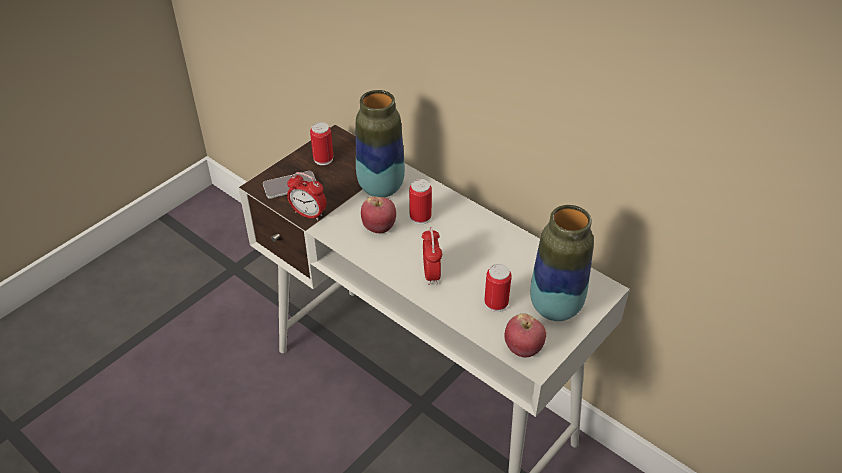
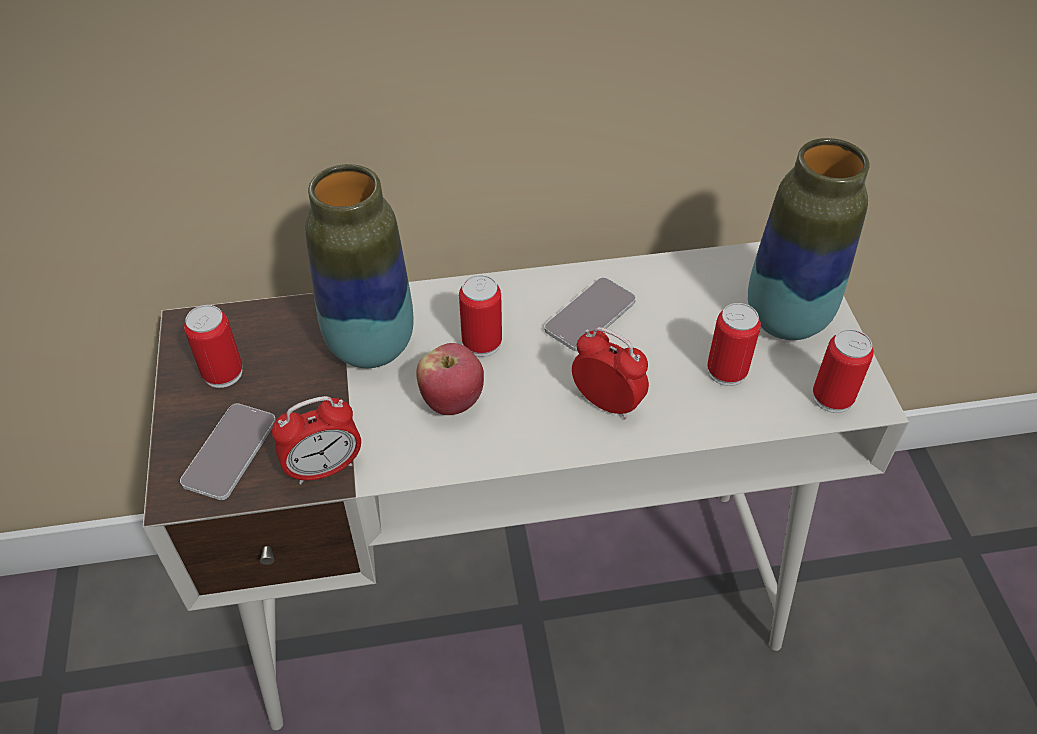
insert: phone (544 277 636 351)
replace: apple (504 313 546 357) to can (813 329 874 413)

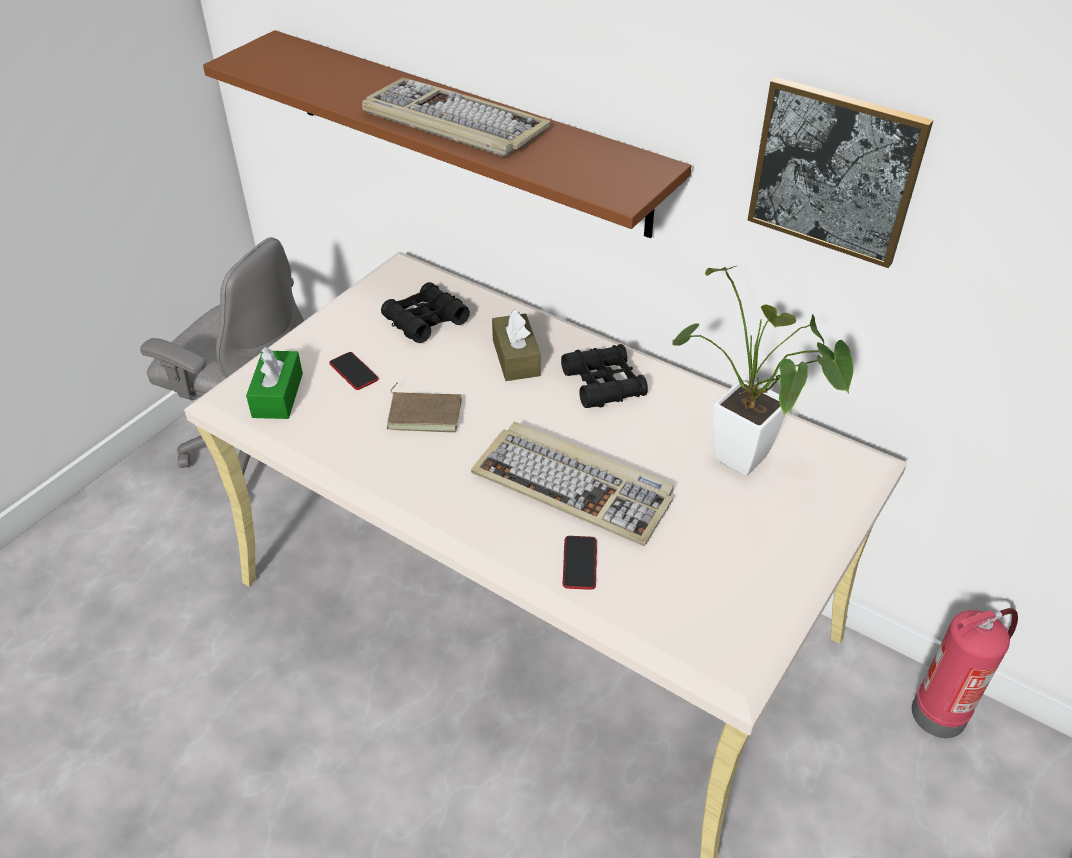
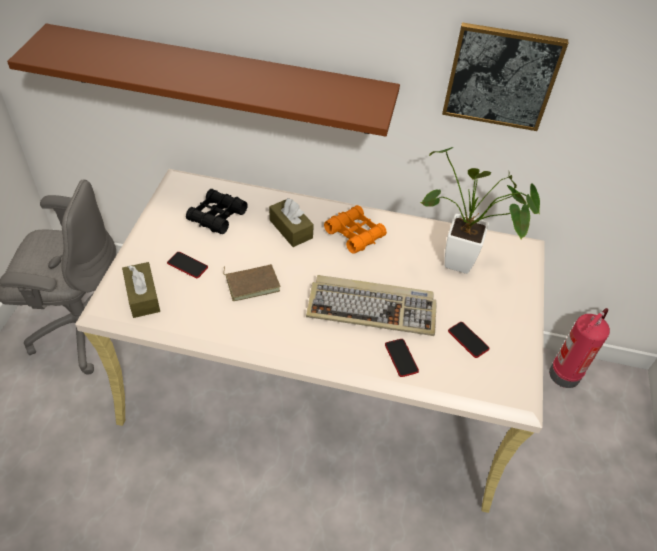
delete: keyboard (362 78 551 157)
insert: phone (448 322 489 358)
recolor: green tissue box (246 347 303 419) to brown tissue box (122 262 160 318); black binoculars (561 344 648 408) to orange binoculars (324 205 387 254)

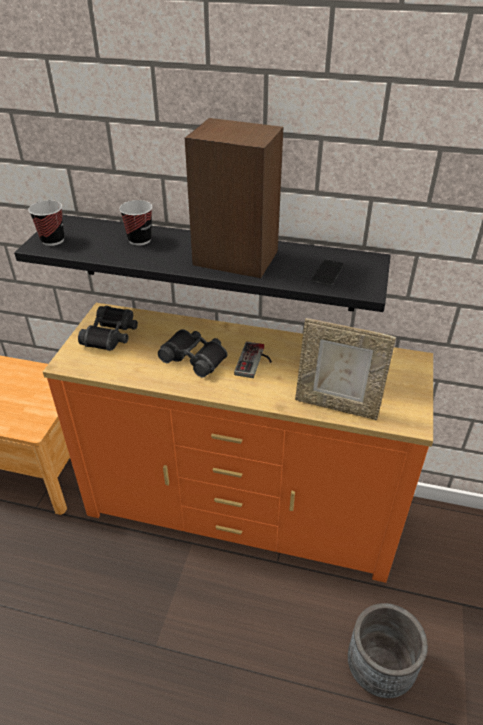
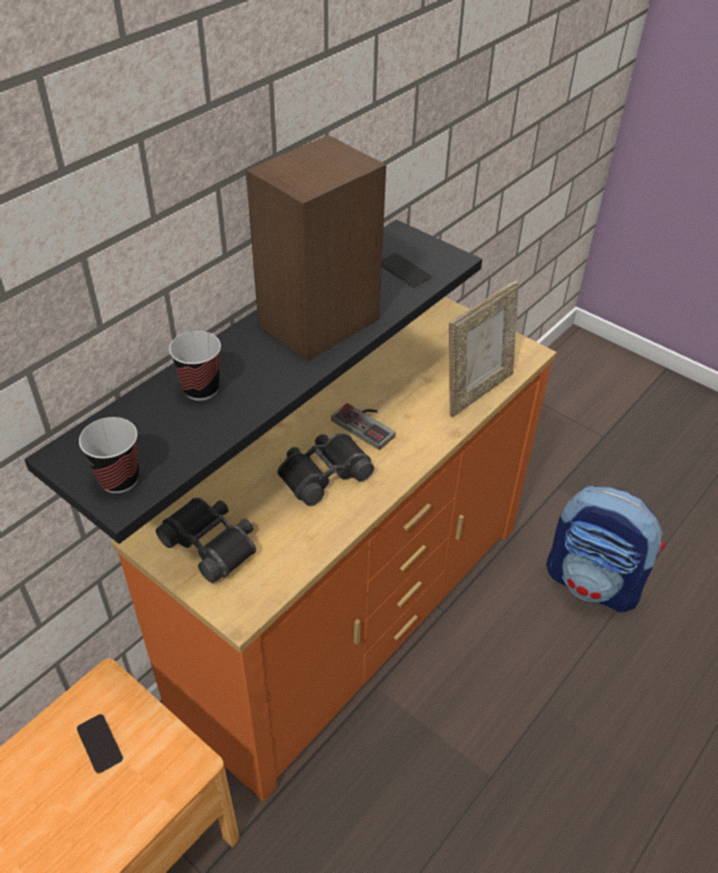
insert: phone (77 714 123 773)
replace: grey planter (348 603 428 698) to backpack (546 486 666 613)

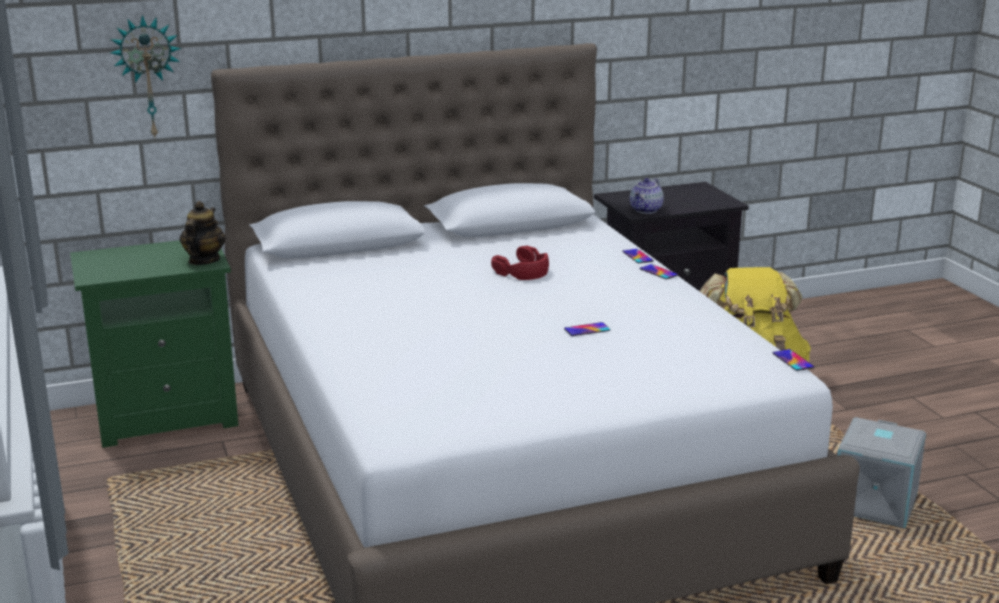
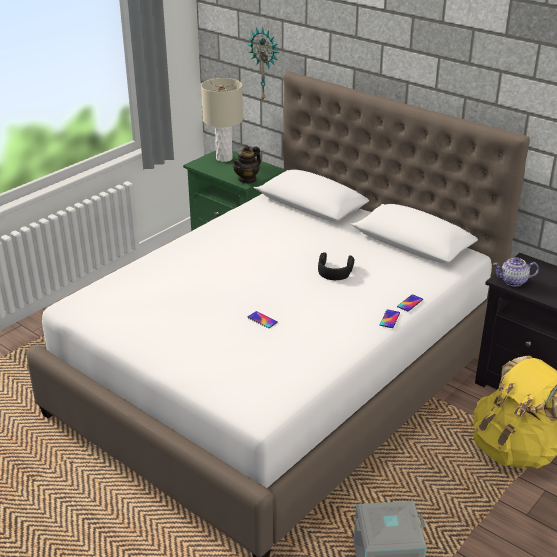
delete: phone (773 349 815 371)
insert: beige table lamp (201 78 243 162)
recolor: red headphones (491 246 549 280) to black headphones (318 252 354 280)
rotate: teapot (180 201 226 265) = (232 145 261 184) 150 degrees clockwise

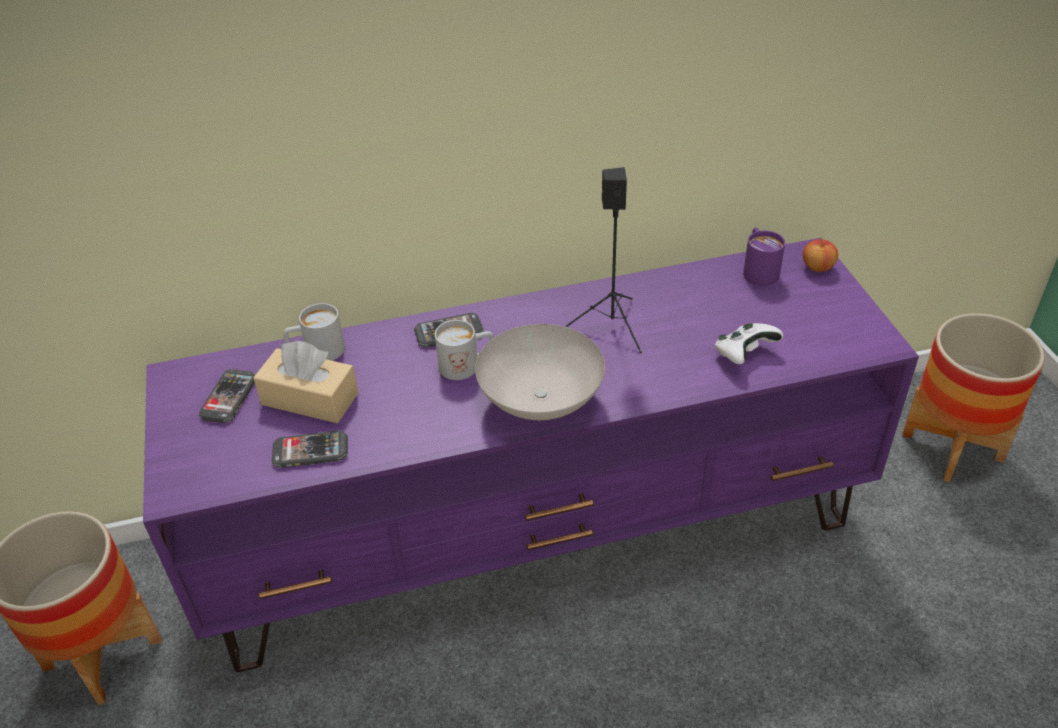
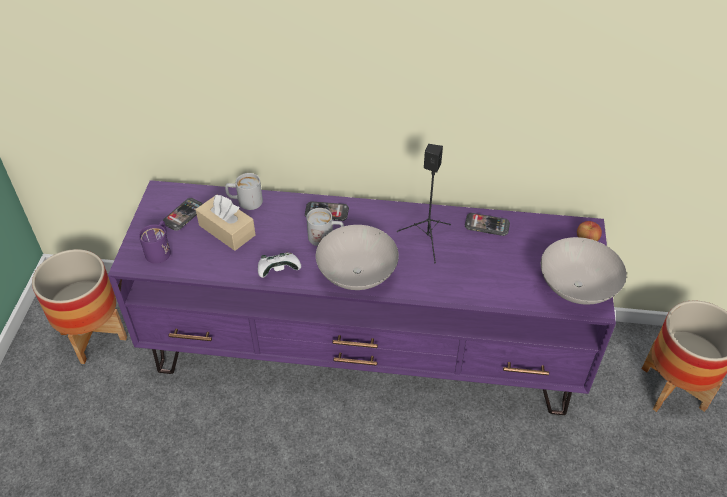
insert: white bowl (541 237 627 305)
move: phone (272 430 348 468) to (465 213 510 236); white game controller (715 323 783 364) to (258 252 301 278); purple mug (743 228 785 286) to (139 220 171 264)

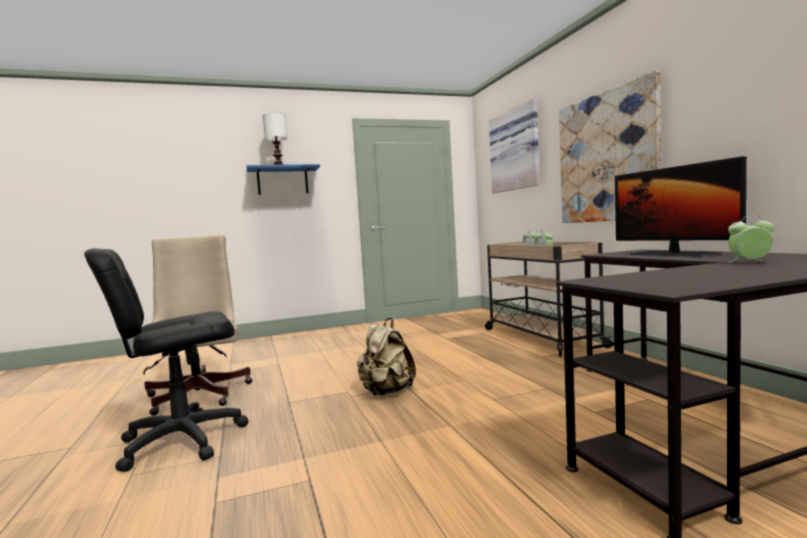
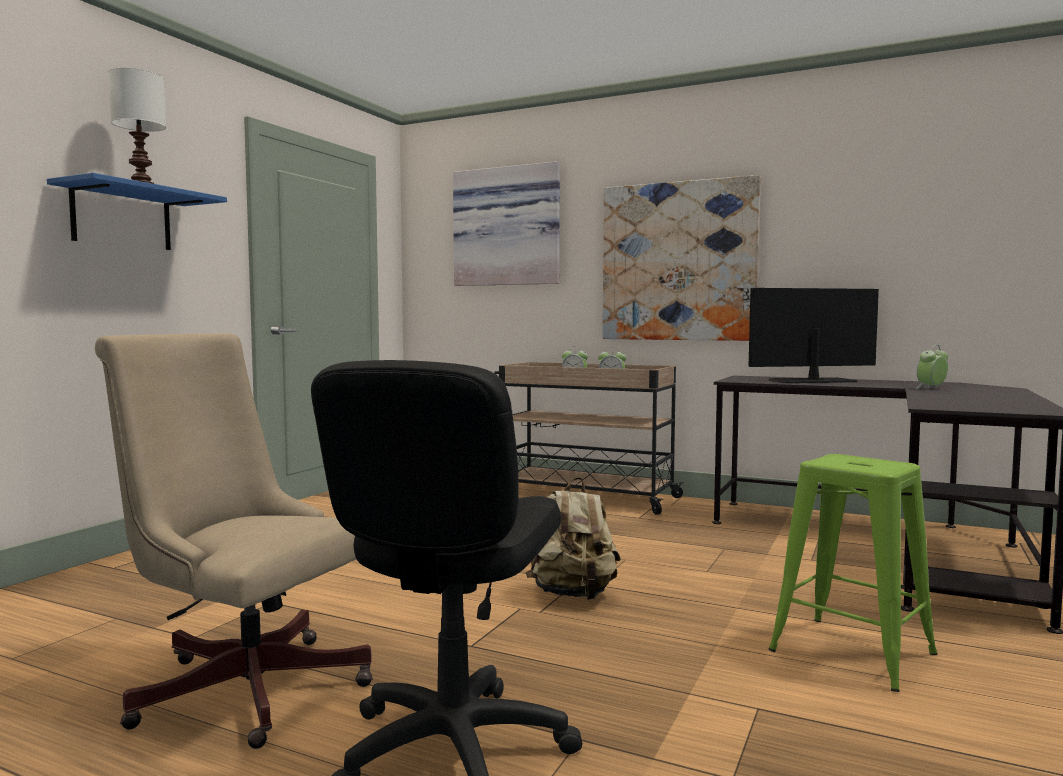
insert: green stool (769 454 937 692)
rotate: monitor (615 156 747 257) = (749 288 879 383) 150 degrees clockwise

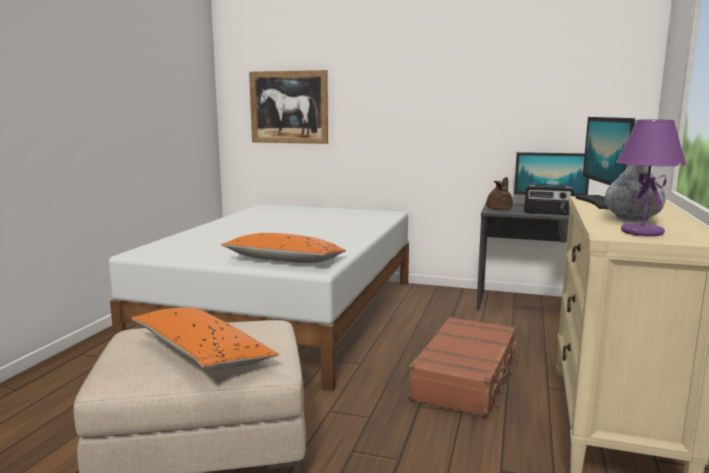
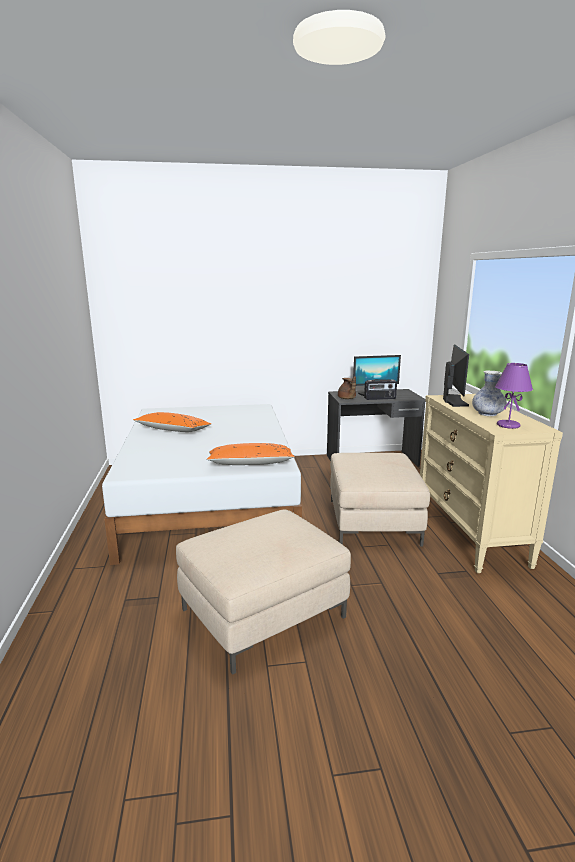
delete: picture (249 70 328 144)
move: orange pillow (131 307 279 370) to (133 412 211 432)
replace: brown suitcase (408 317 518 418) to beige ottoman (330 453 430 546)
rotate: monitor (576 117 635 209) = (443 345 469 407) 150 degrees counterclockwise

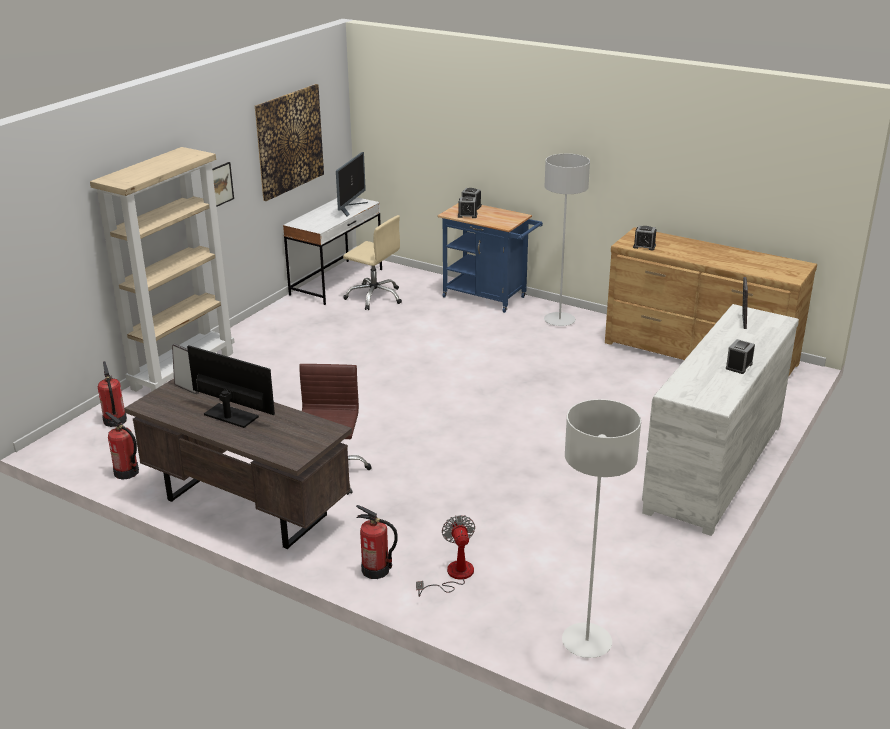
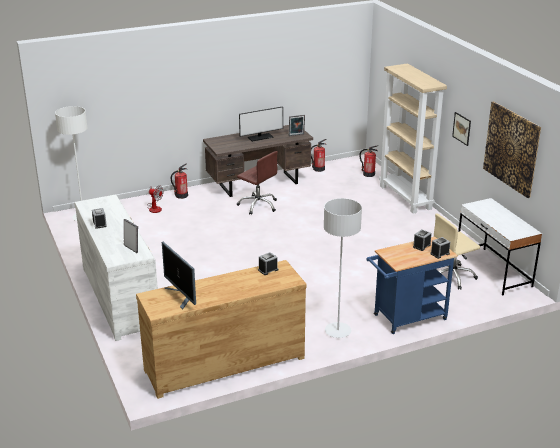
move: monitor (336 152 368 217) to (162 242 196 309)

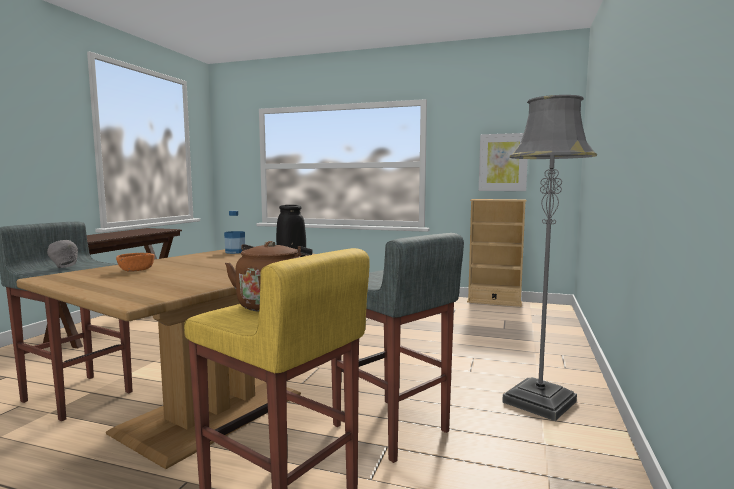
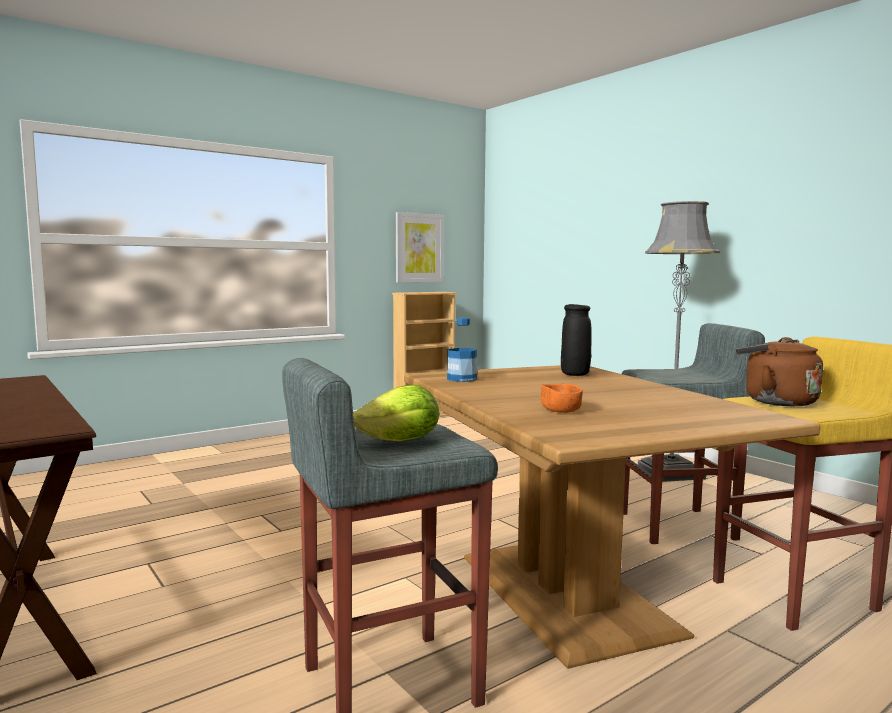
replace: grey bowl (47 240 78 268) to lettuce (353 385 439 441)

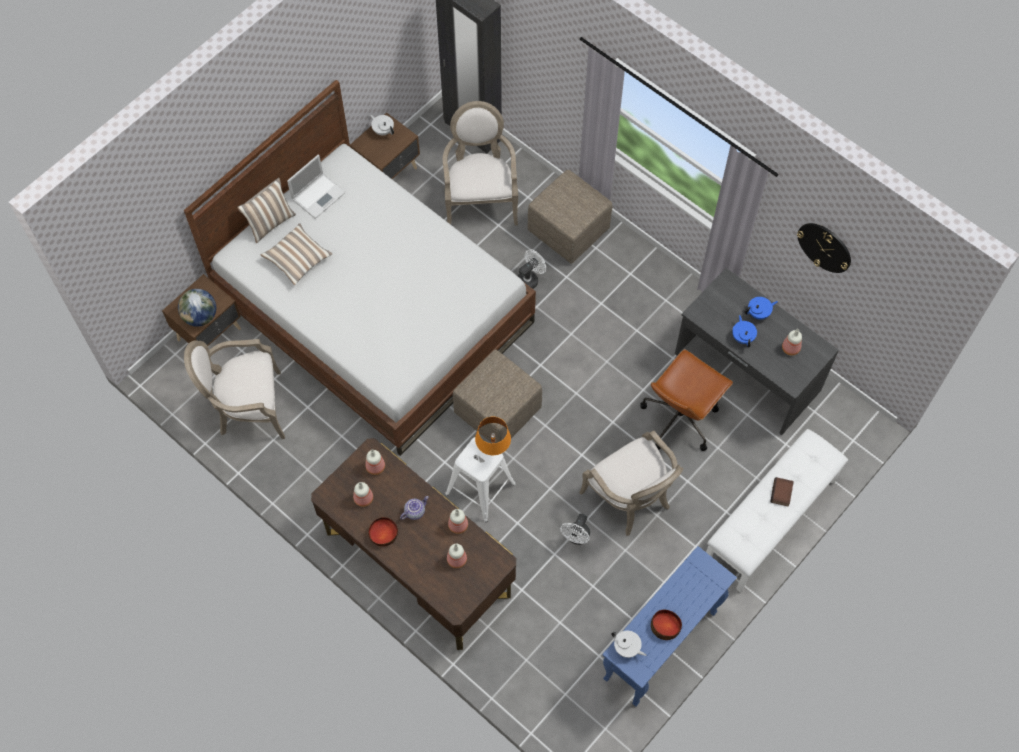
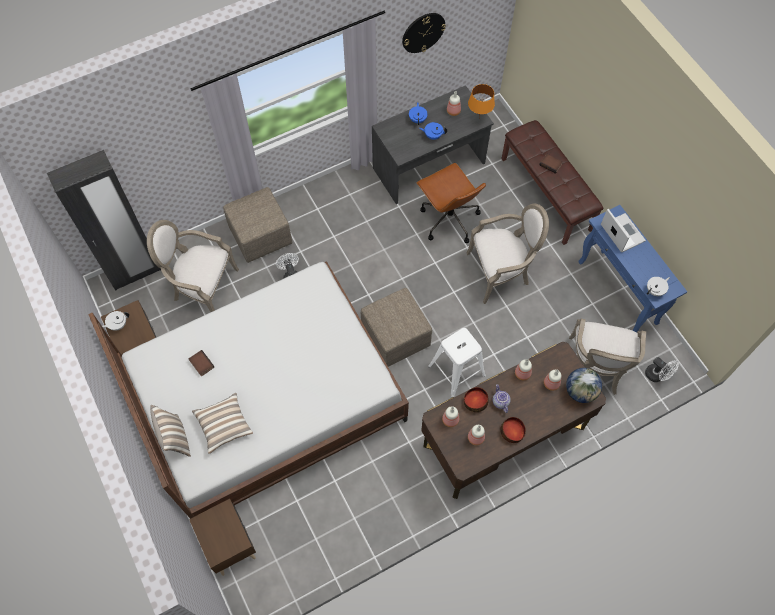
insert: book (189 350 214 377)
move: globe (178 289 216 327) to (566 368 602 403); armchair (184 339 285 439) to (569 319 646 395); laptop (287 154 346 219) to (601 209 646 252); orange table lamp (475 417 511 455) to (468 84 495 118); white fan (560 514 590 545) to (645 357 679 382); bowl (651 610 682 640) to (464 387 489 412)
recolor: white bench (706 429 848 592) to brown bench (501 120 603 245)

